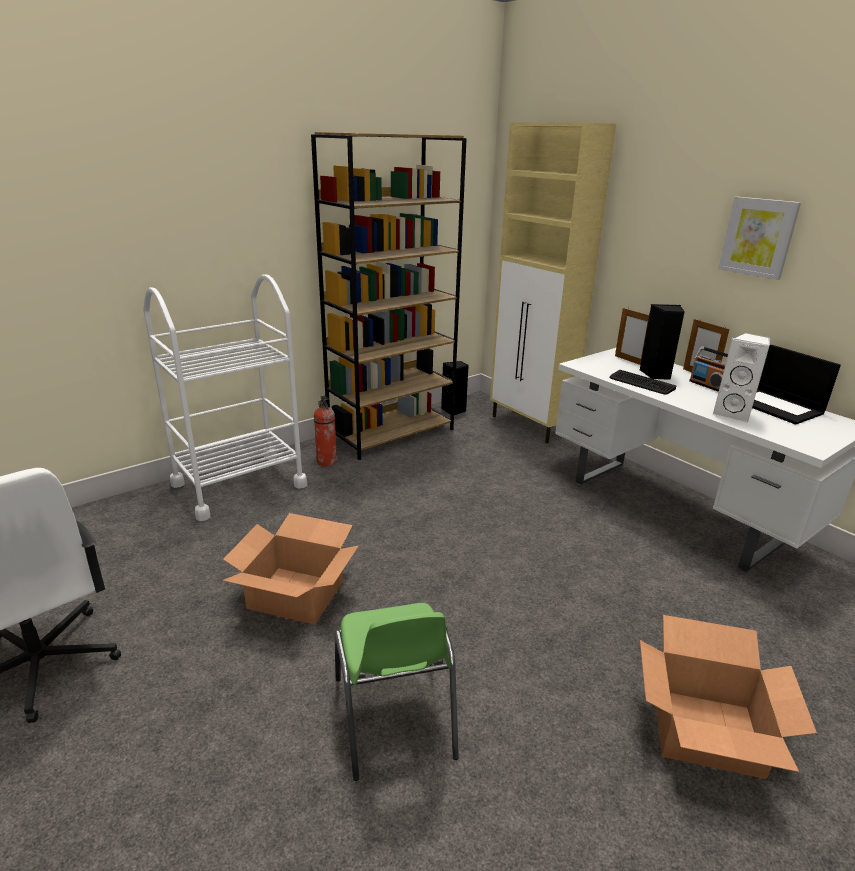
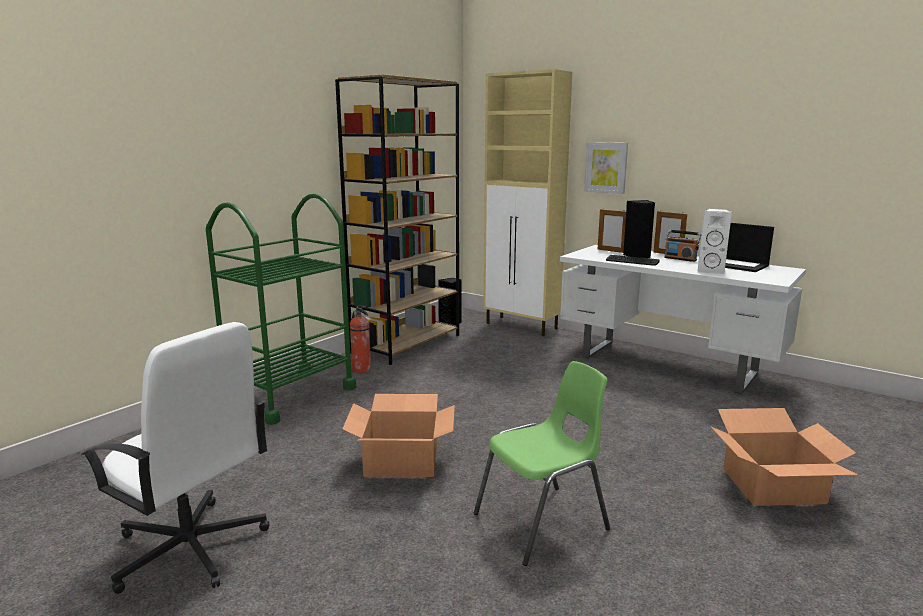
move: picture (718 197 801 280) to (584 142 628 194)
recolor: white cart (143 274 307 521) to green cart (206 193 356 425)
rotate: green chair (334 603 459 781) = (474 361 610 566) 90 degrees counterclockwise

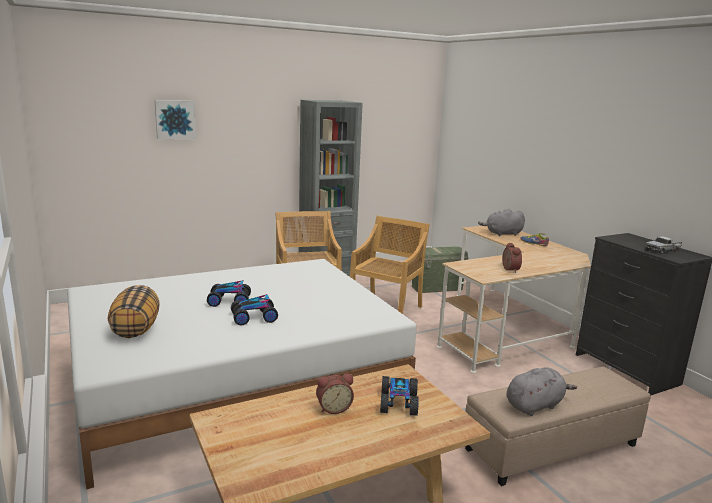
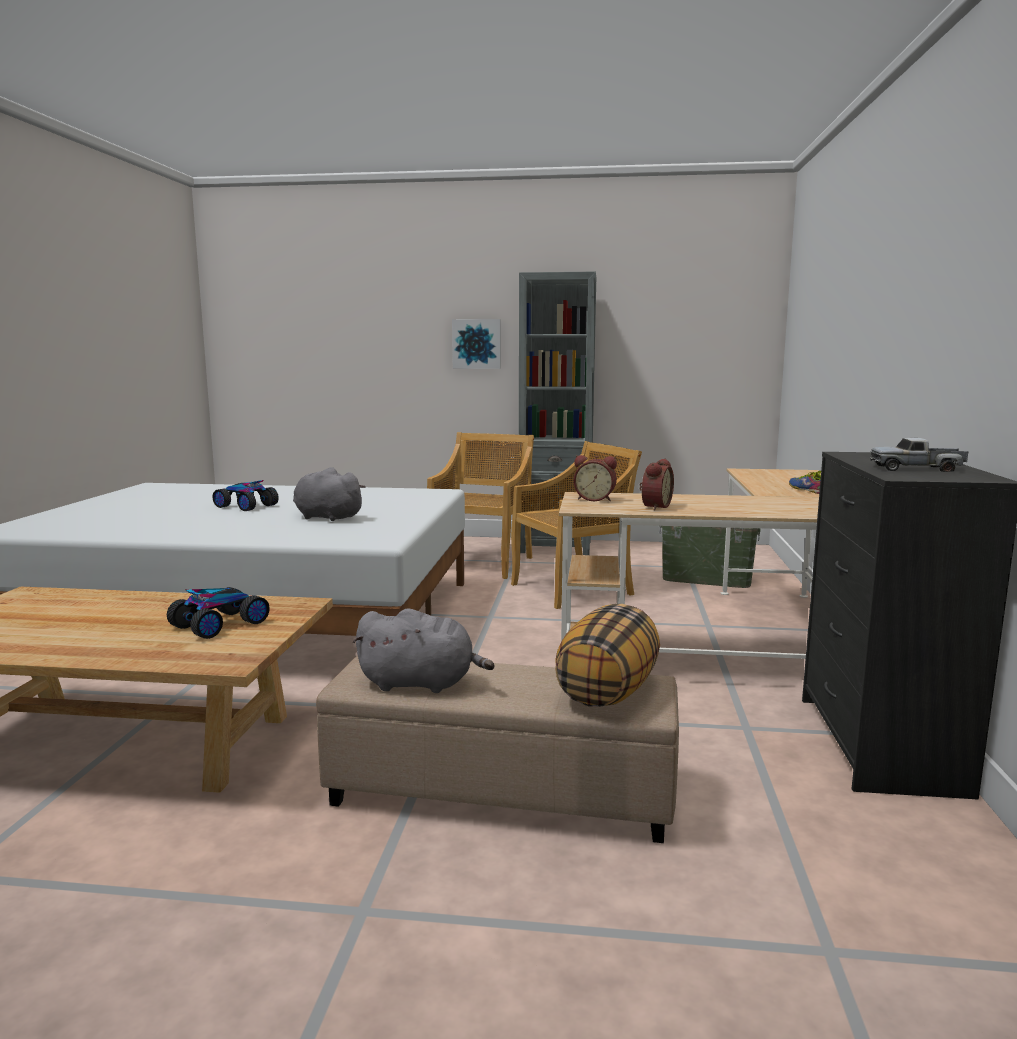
delete: toy car (231 294 278 325)
move: pillow (108 285 160 338) to (555 604 660 707); picture (155 100 196 139) to (452 319 501 369); alarm clock (316 373 354 414) to (574 455 617 501); grey plush toy (478 209 525 236) to (293 467 366 521)

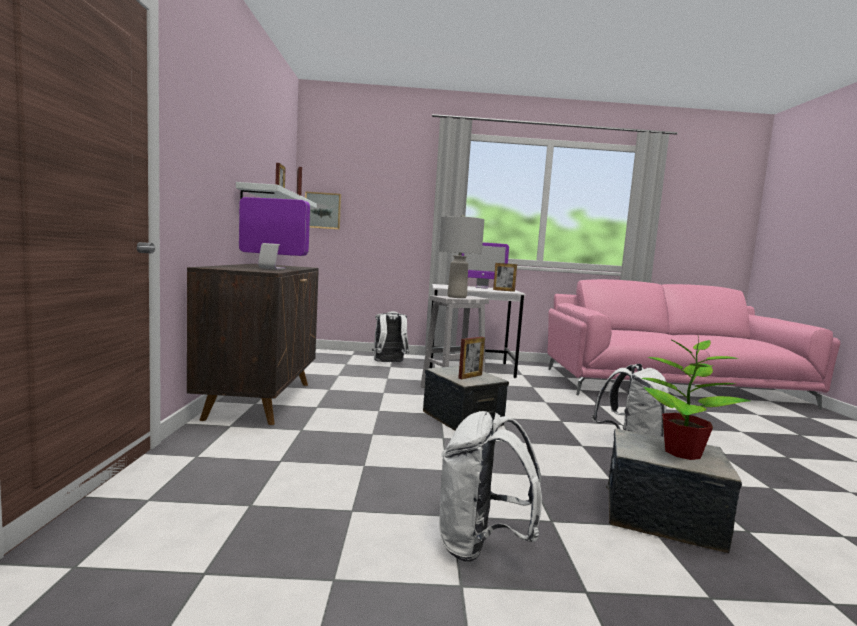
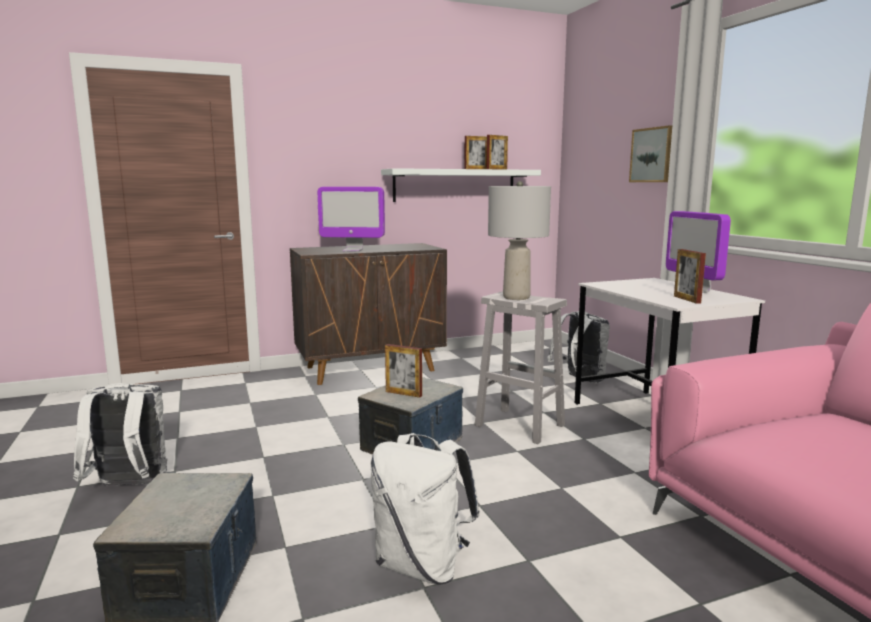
delete: potted plant (641 336 750 460)
move: picture (305 191 341 230) to (629 125 672 182)
rotate: monitor (239 197 310 269) = (317 187 385 251) 105 degrees clockwise

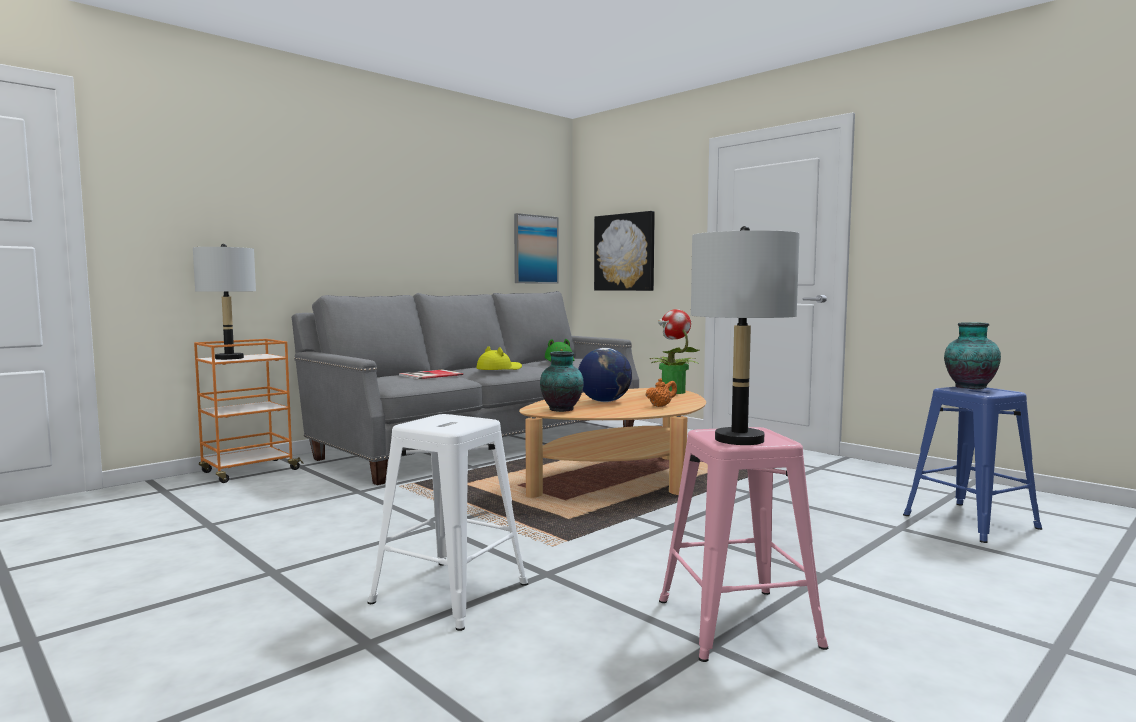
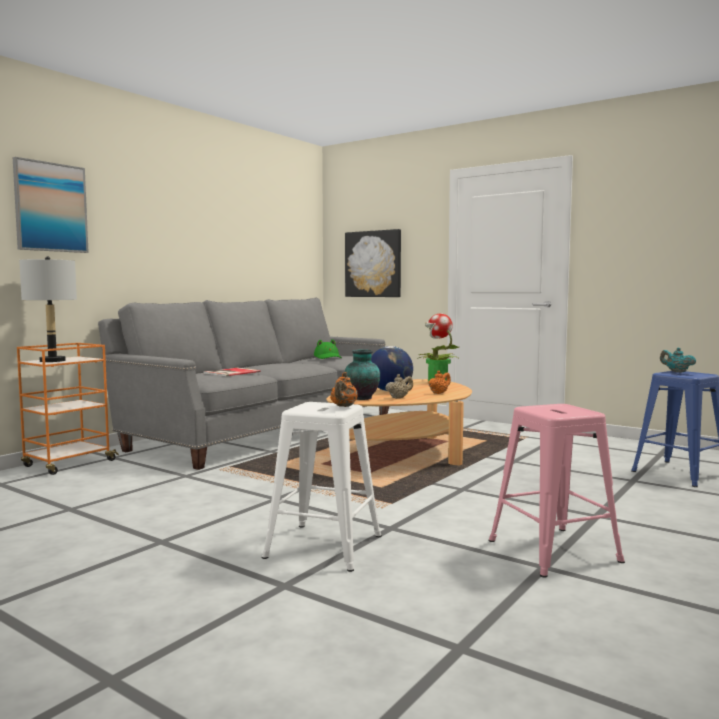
delete: yellow hat (476 346 522 370); grey table lamp (691 226 800 445)
insert: orange teapot (330 372 357 407); beige teapot (385 374 413 399)
move: picture (514 213 558 284) to (13 157 89 253)
replace: vase (944 322 1001 389) to turquoise teapot (660 348 696 373)

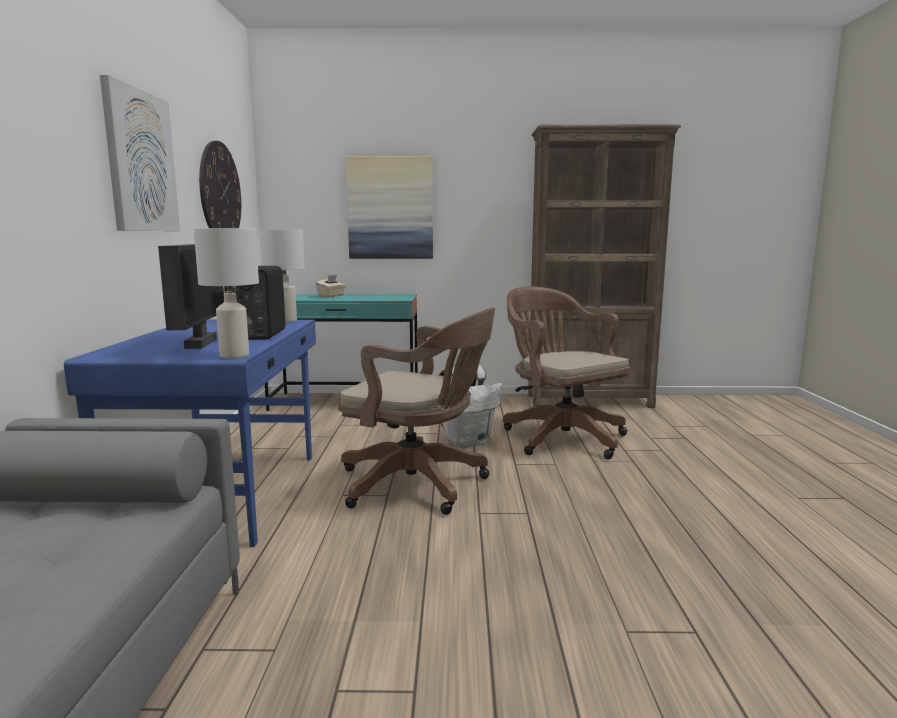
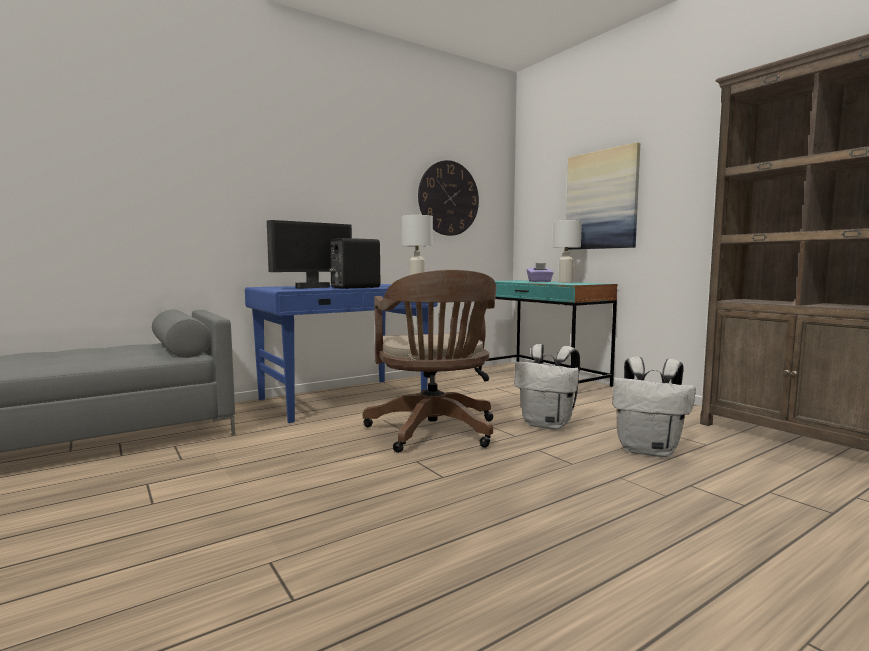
delete: picture (100 75 180 231)
move: white table lamp (194 228 259 358) to (553 220 582 283)
replace: brown office chair (503 286 631 459) to white backpack (612 357 696 457)
recolor: beige tissue box (316 275 346 297) to purple tissue box (527 263 554 282)

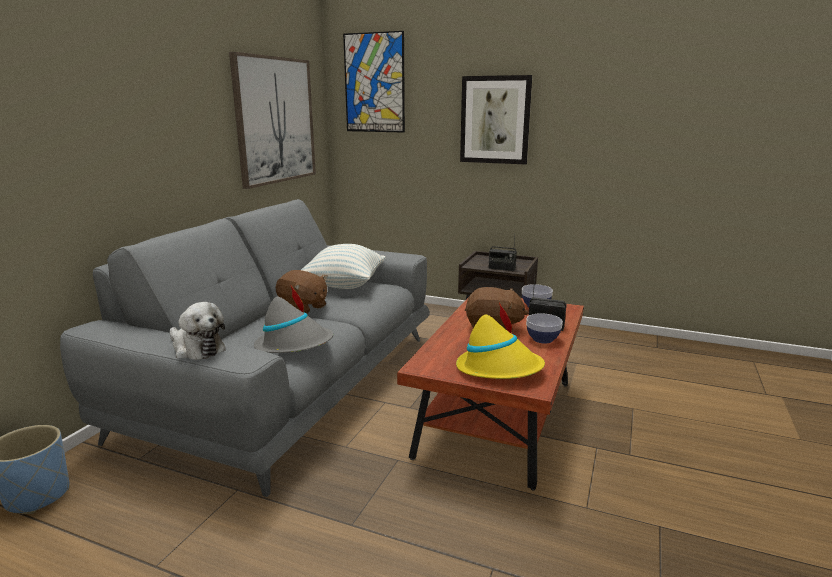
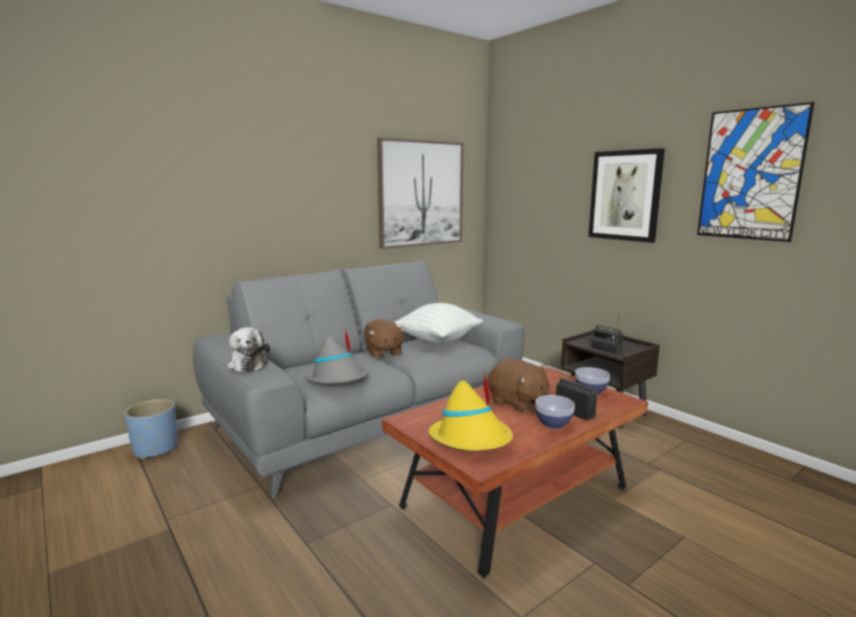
move: picture (343 31 405 133) to (697 102 815 242)

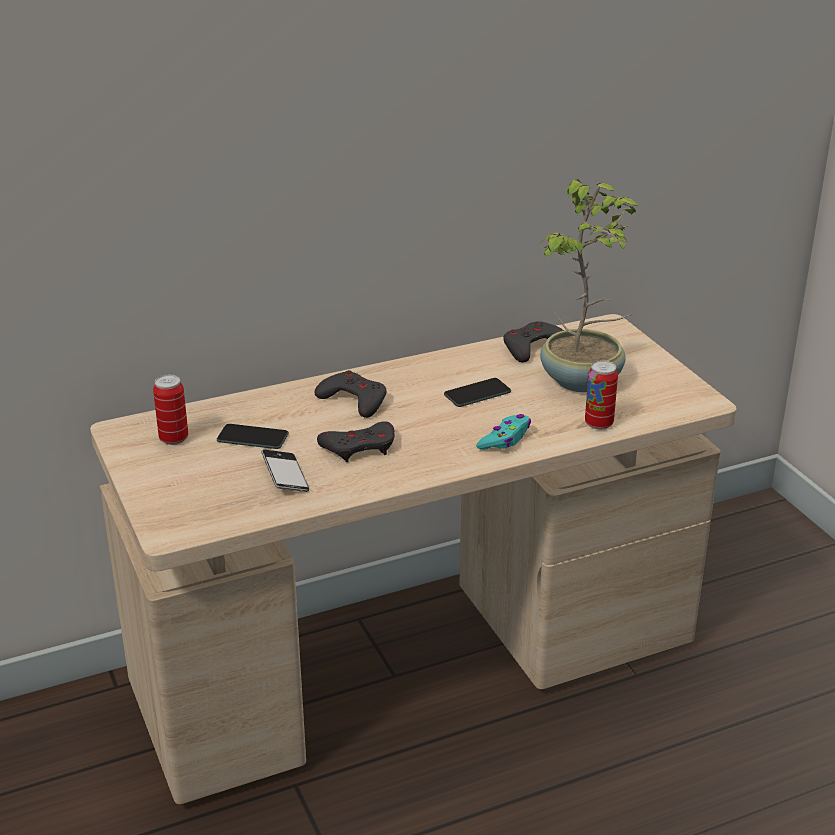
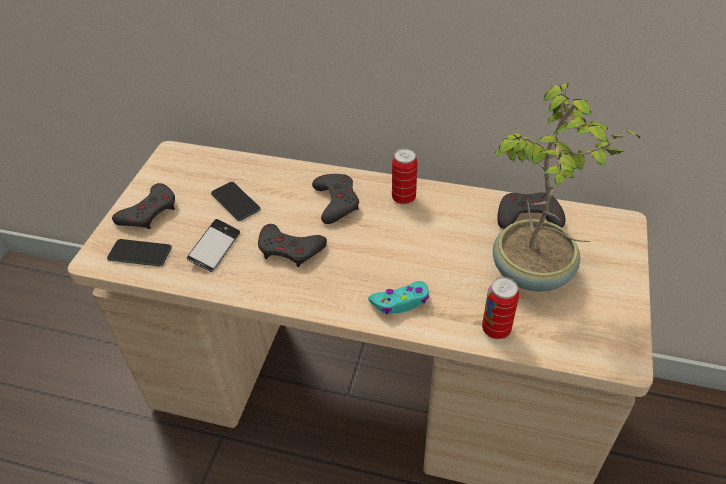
insert: grey game controller (112 183 175 229)
move: can (153 375 188 445) to (392 148 418 205); phone (444 378 511 407) to (107 239 172 267)

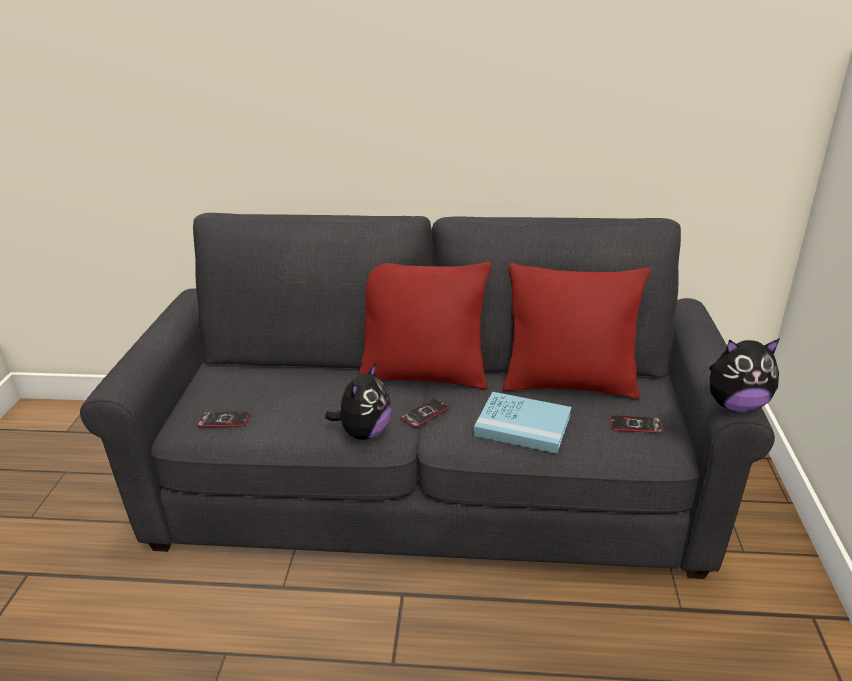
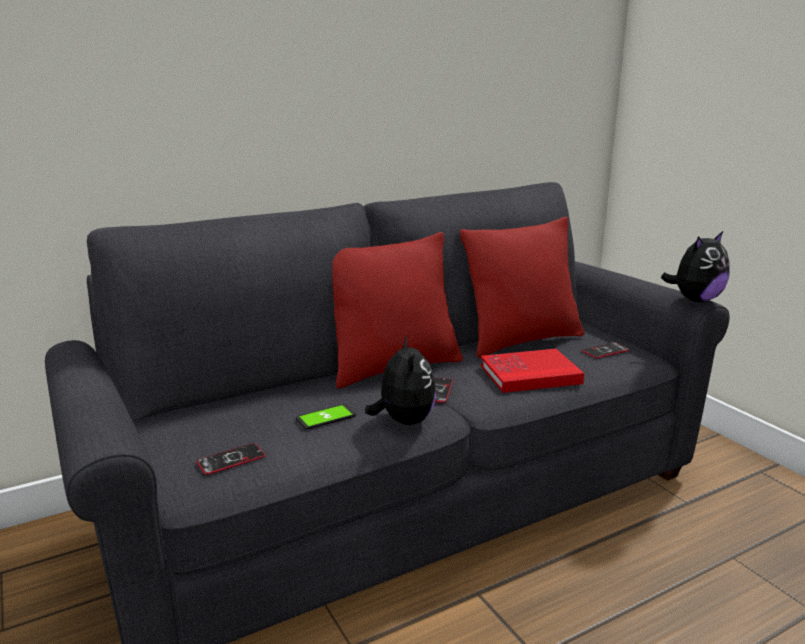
insert: phone (296 404 356 430)
recolor: blue book (474 392 571 454) to red book (481 349 584 393)

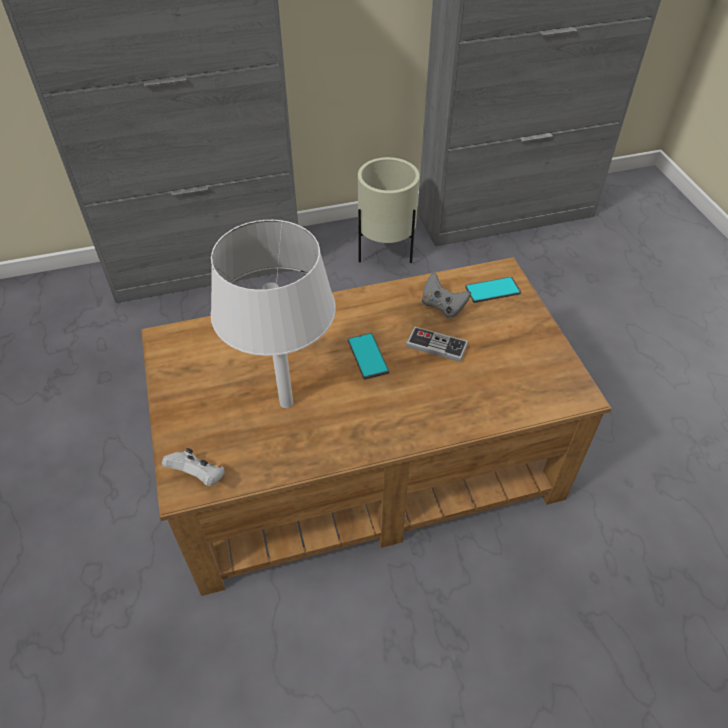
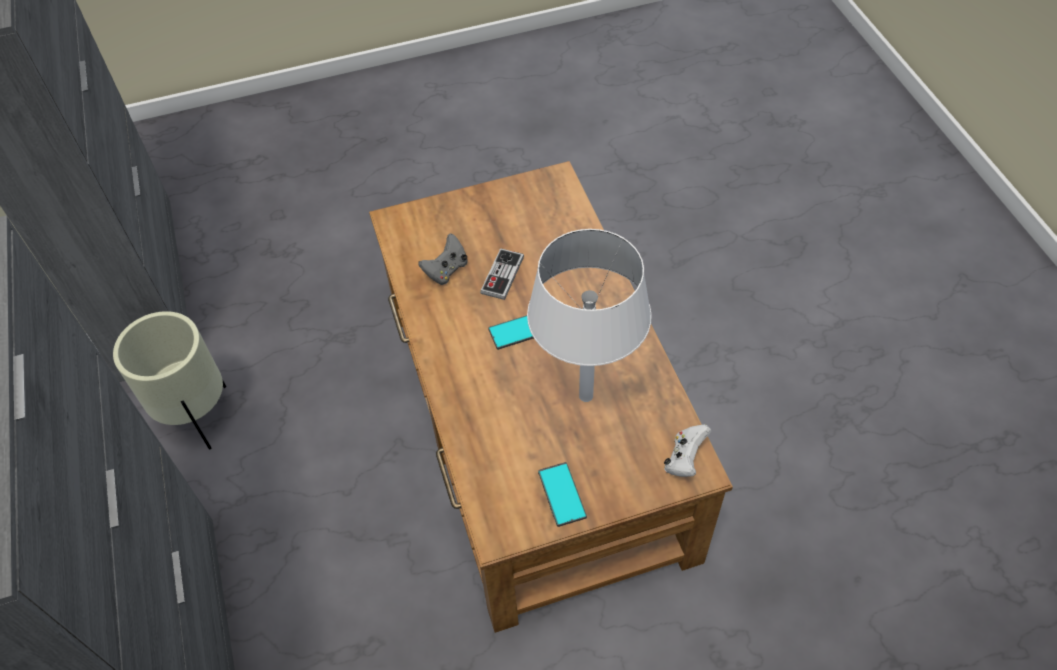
move: phone (465 277 521 303) to (538 462 587 527)

